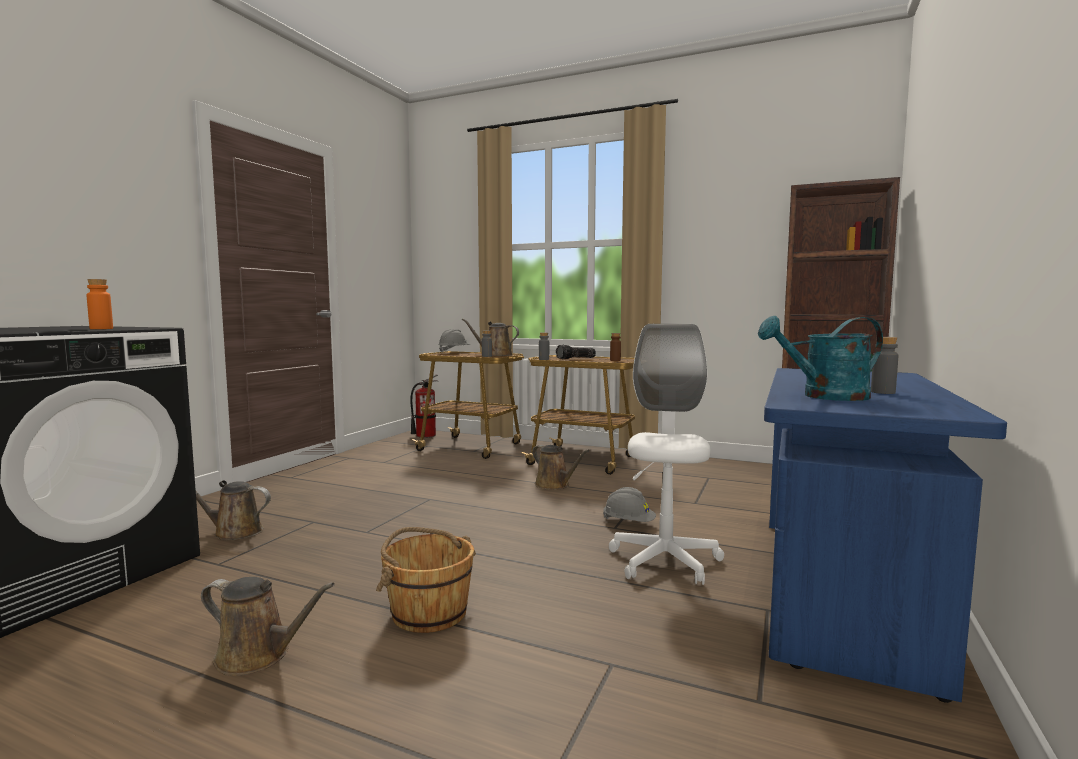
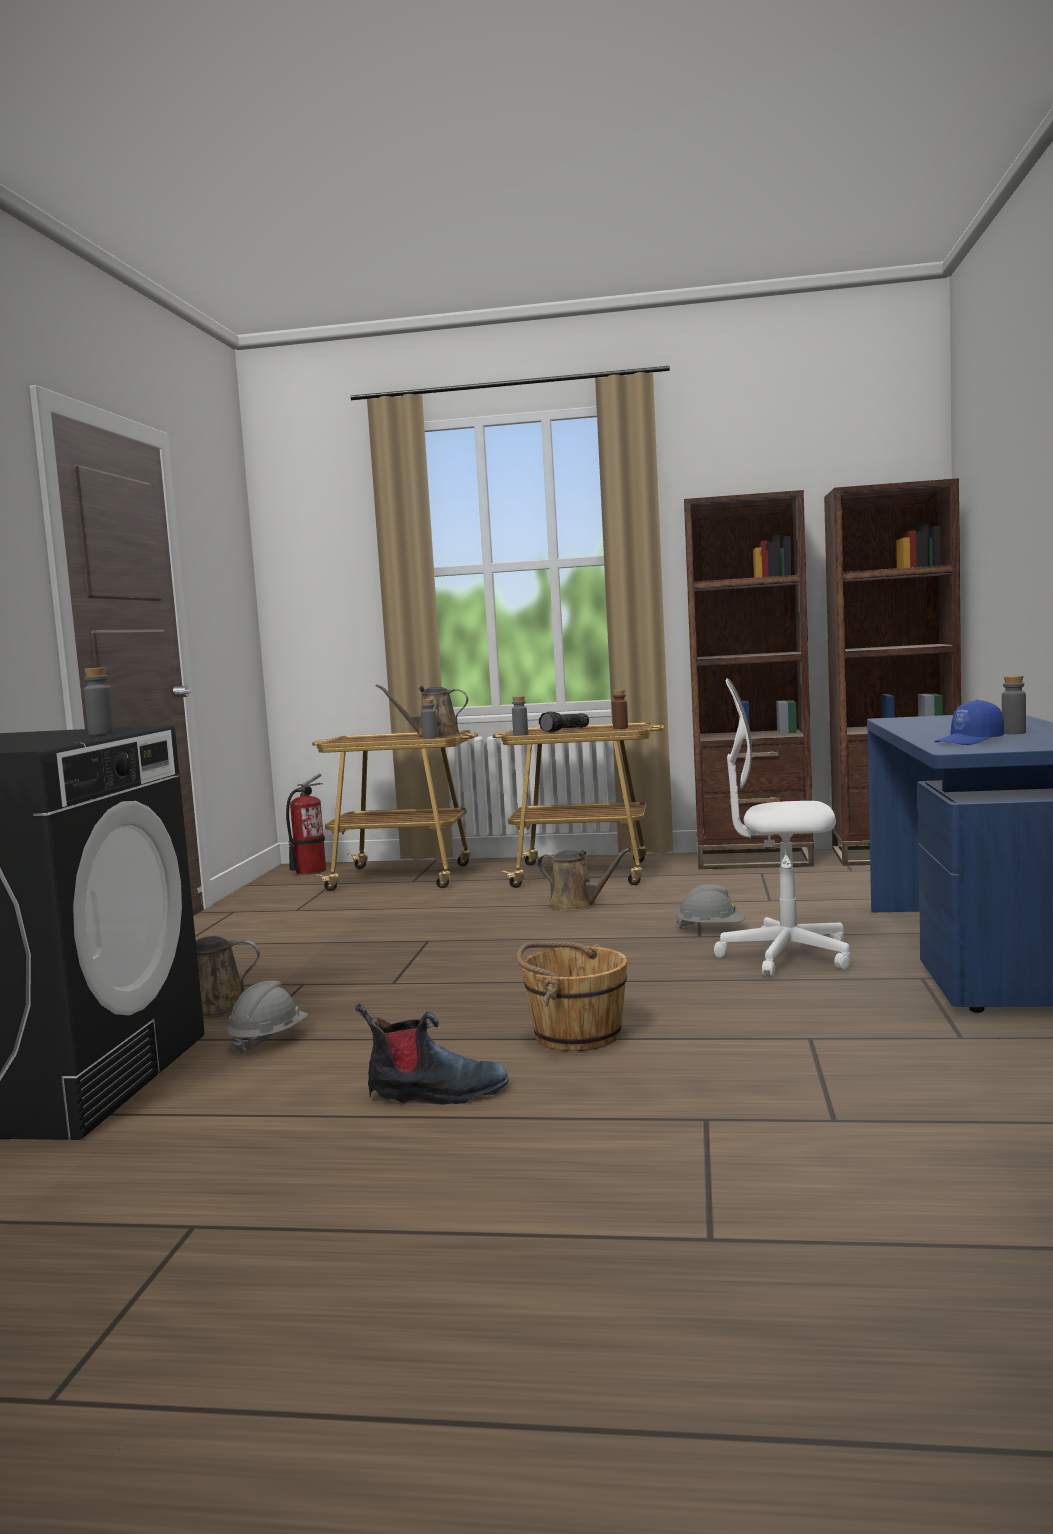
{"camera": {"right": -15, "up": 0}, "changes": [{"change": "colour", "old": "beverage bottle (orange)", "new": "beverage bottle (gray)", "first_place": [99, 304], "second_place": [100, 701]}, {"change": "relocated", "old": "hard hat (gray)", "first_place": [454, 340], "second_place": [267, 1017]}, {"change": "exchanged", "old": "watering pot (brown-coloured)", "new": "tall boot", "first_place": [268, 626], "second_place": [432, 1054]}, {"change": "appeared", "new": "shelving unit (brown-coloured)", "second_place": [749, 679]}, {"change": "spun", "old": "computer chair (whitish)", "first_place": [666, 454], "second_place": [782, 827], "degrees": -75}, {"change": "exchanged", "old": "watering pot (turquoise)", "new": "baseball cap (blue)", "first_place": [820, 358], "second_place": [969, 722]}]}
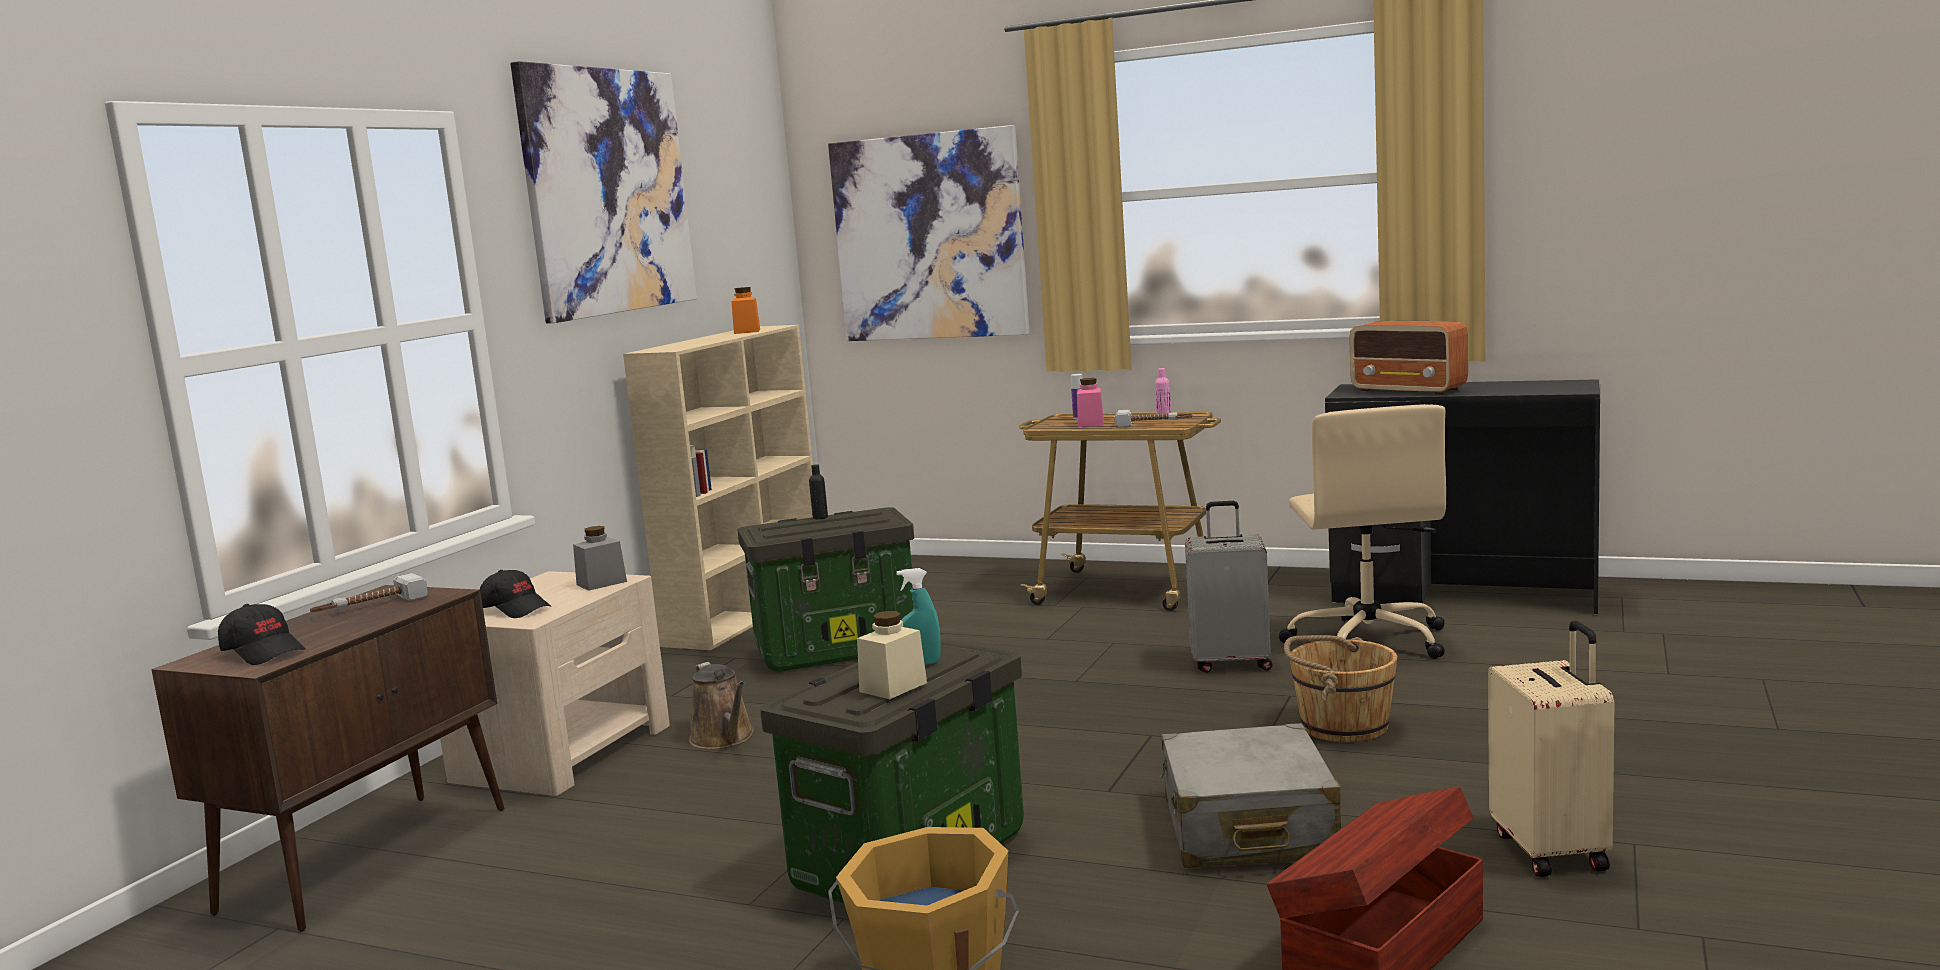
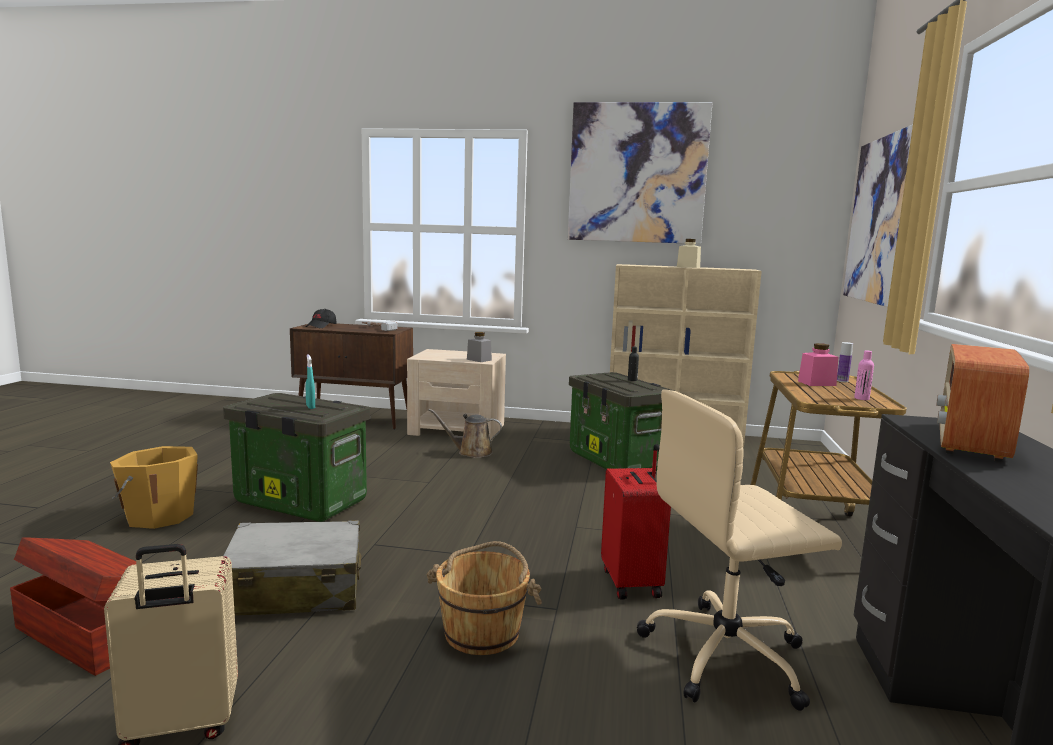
{"camera": {"right": 75, "up": 0}, "changes": [{"change": "spun", "old": "watering pot (brown-coloured)", "first_place": [721, 705], "second_place": [465, 433], "degrees": 45}, {"change": "colour", "old": "suitcase (gray)", "new": "suitcase (reddish)", "first_place": [1228, 587], "second_place": [636, 522]}, {"change": "relocated", "old": "preserve jar (sand-coloured)", "first_place": [892, 655], "second_place": [689, 253]}, {"change": "missing", "old": "baseball cap (black)", "first_place": [515, 594]}, {"change": "missing", "old": "preserve jar (orange)", "first_place": [745, 310]}, {"change": "missing", "old": "hammer", "first_place": [1153, 419]}]}
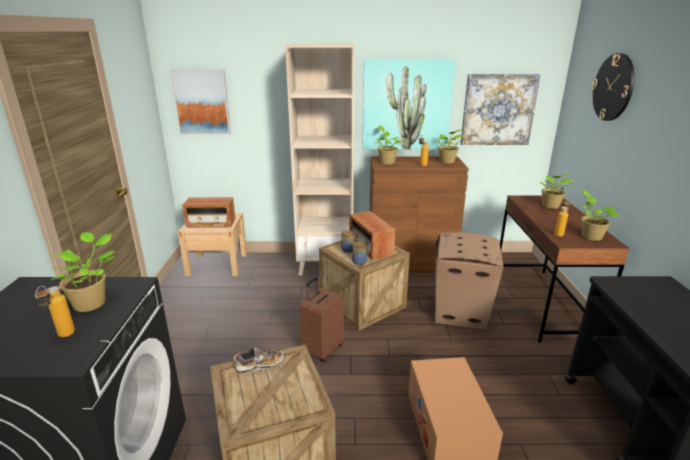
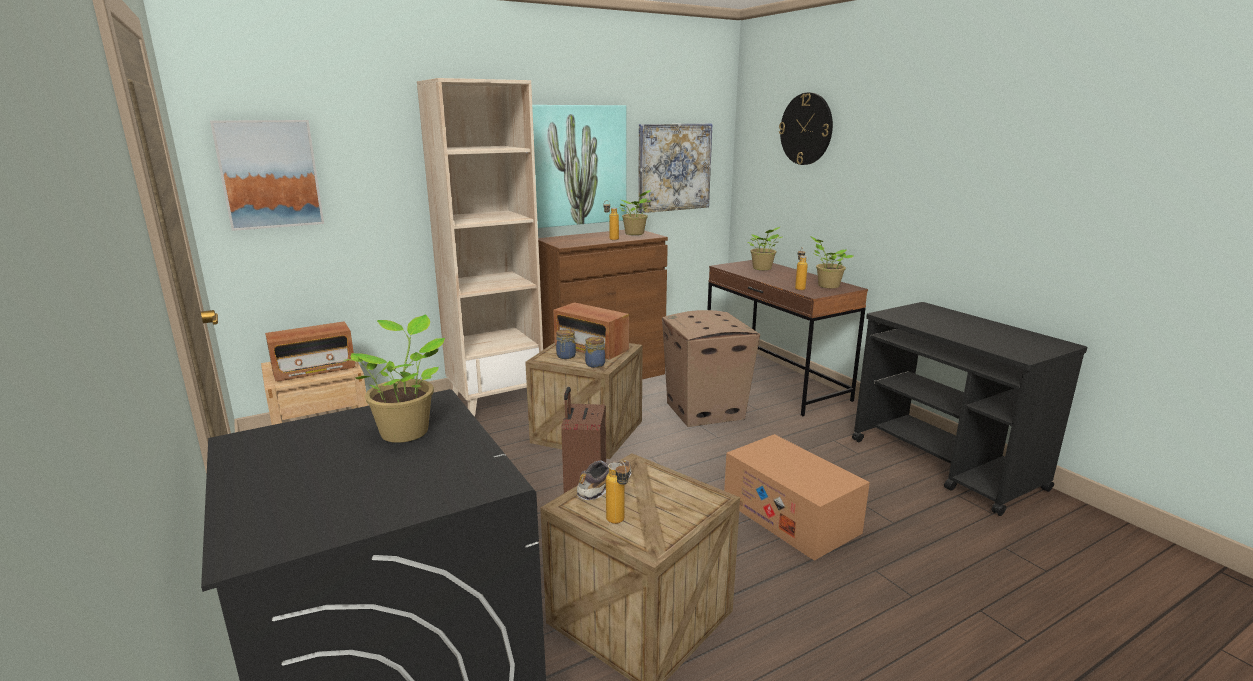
{"camera": {"right": -30, "up": -5}, "changes": [{"change": "relocated", "old": "beverage bottle", "first_place": [54, 311], "second_place": [618, 492]}, {"change": "missing", "old": "houseplant", "first_place": [388, 145]}]}
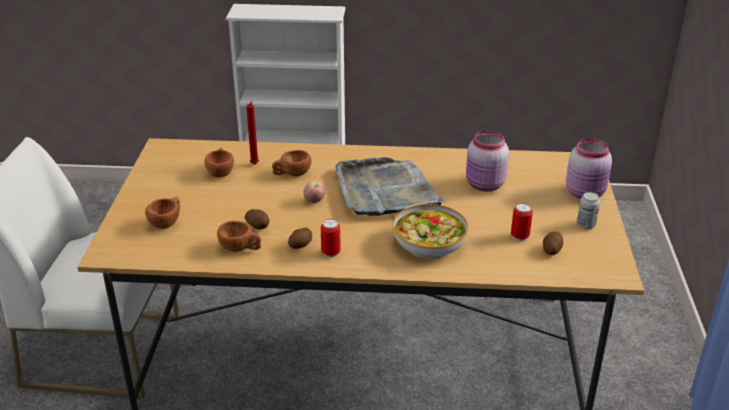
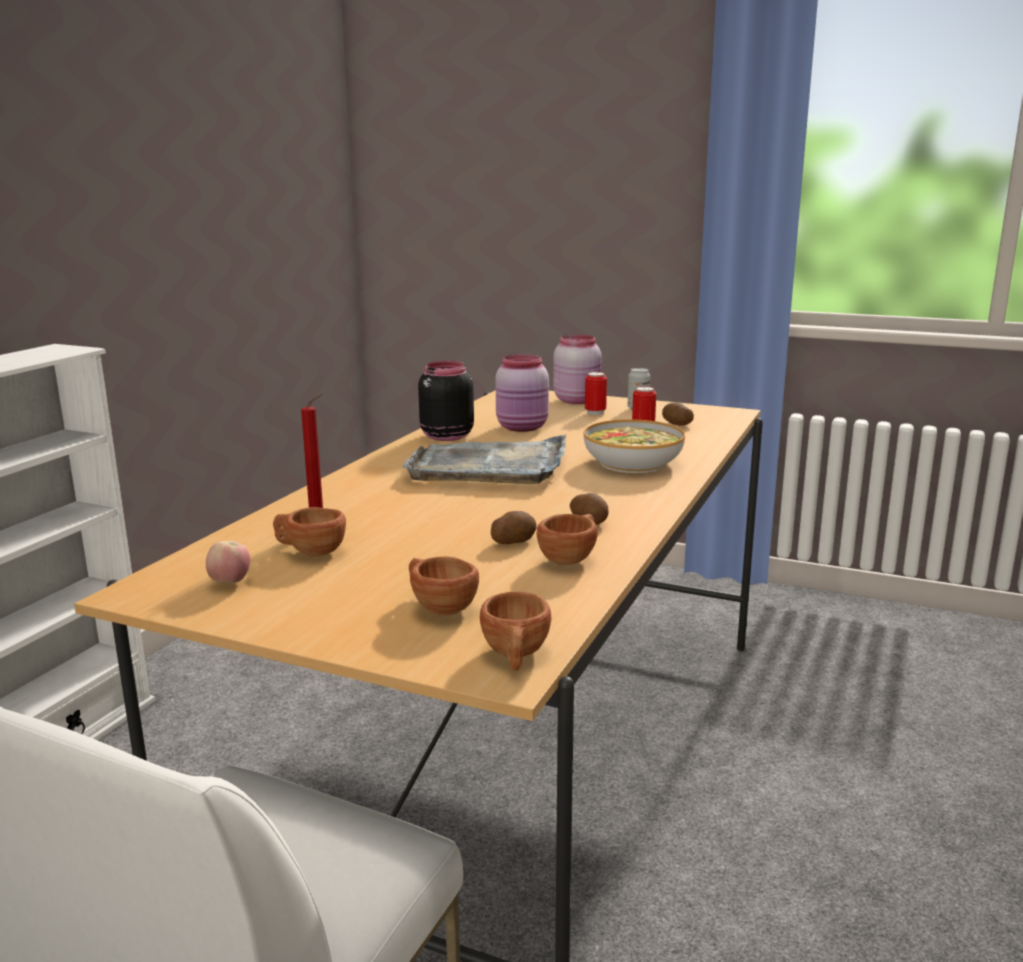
{"camera": {"right": -70, "up": -15}, "changes": [{"change": "relocated", "old": "apple fruit", "first_place": [314, 192], "second_place": [228, 562]}, {"change": "appeared", "new": "preserve jar (black)", "second_place": [446, 401]}, {"change": "relocated", "old": "cup (brown-coloured)", "first_place": [292, 163], "second_place": [515, 631]}, {"change": "relocated", "old": "metal can", "first_place": [331, 238], "second_place": [596, 393]}]}
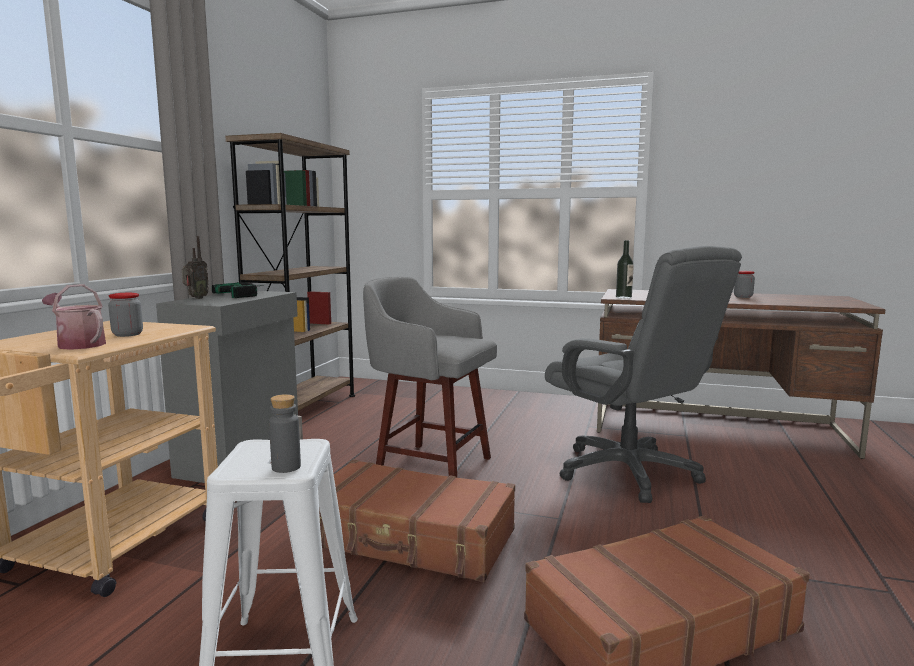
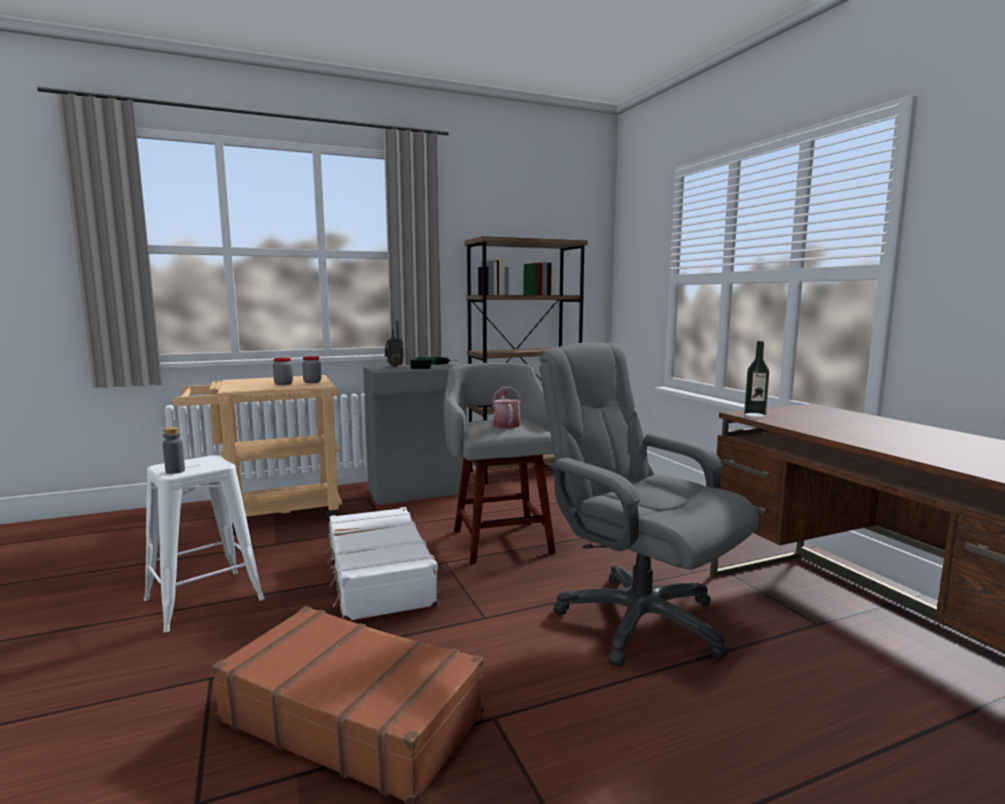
{"camera": {"right": 50, "up": 0}, "changes": [{"change": "relocated", "old": "preserve jar", "first_place": [744, 284], "second_place": [311, 369]}, {"change": "colour", "old": "suitcase (brown-coloured)", "new": "suitcase (whitish)", "first_place": [417, 520], "second_place": [381, 564]}, {"change": "relocated", "old": "watering pot", "first_place": [74, 317], "second_place": [507, 407]}, {"change": "spun", "old": "computer chair (gray)", "first_place": [643, 374], "second_place": [649, 505], "degrees": 120}]}
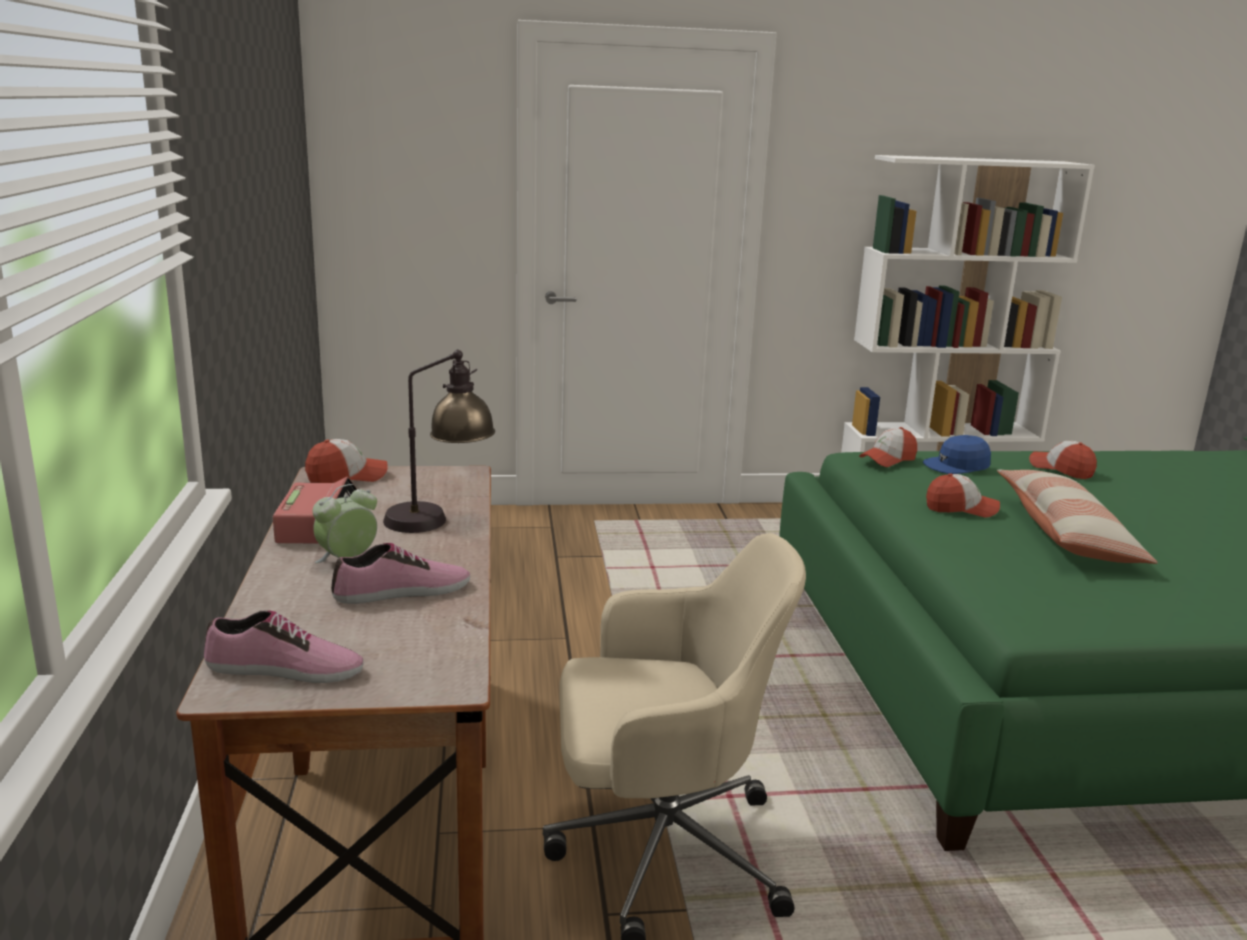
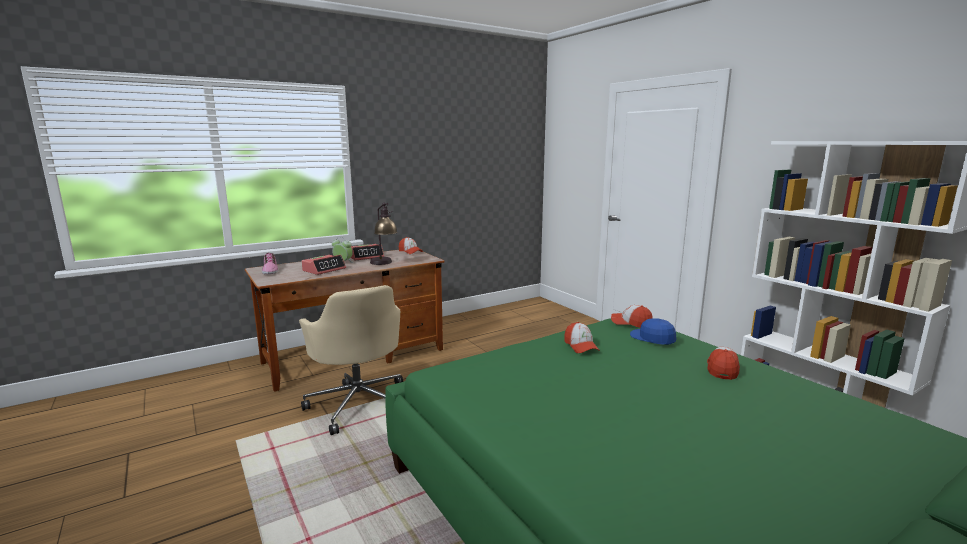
{"camera": {"right": 65, "up": -5}, "changes": [{"change": "exchanged", "old": "shoe", "new": "alarm clock", "first_place": [400, 573], "second_place": [324, 265]}, {"change": "missing", "old": "throw pillow", "first_place": [1077, 517]}]}
